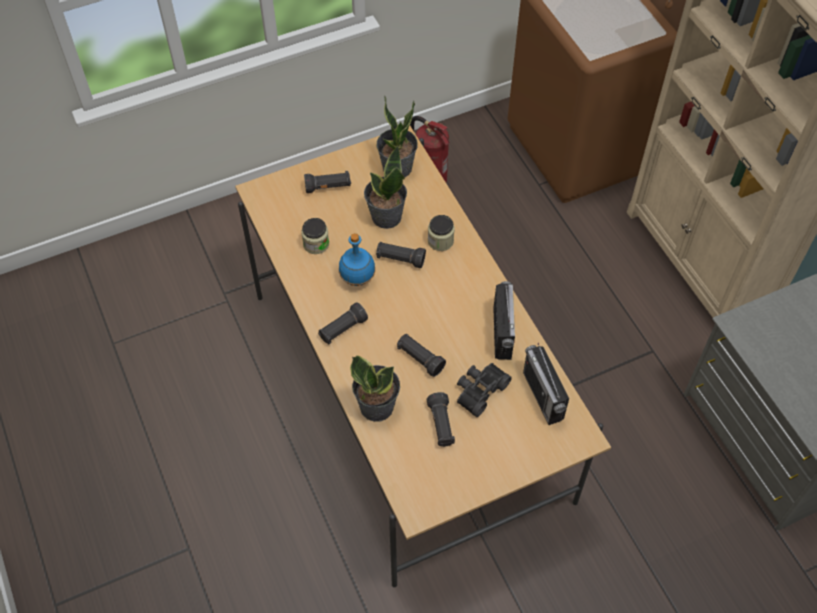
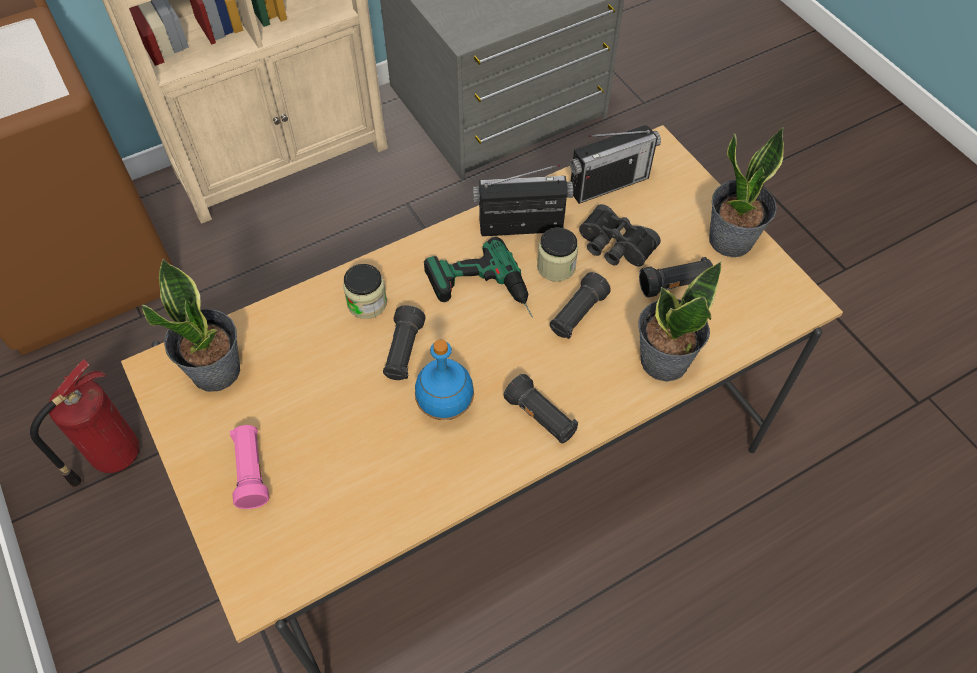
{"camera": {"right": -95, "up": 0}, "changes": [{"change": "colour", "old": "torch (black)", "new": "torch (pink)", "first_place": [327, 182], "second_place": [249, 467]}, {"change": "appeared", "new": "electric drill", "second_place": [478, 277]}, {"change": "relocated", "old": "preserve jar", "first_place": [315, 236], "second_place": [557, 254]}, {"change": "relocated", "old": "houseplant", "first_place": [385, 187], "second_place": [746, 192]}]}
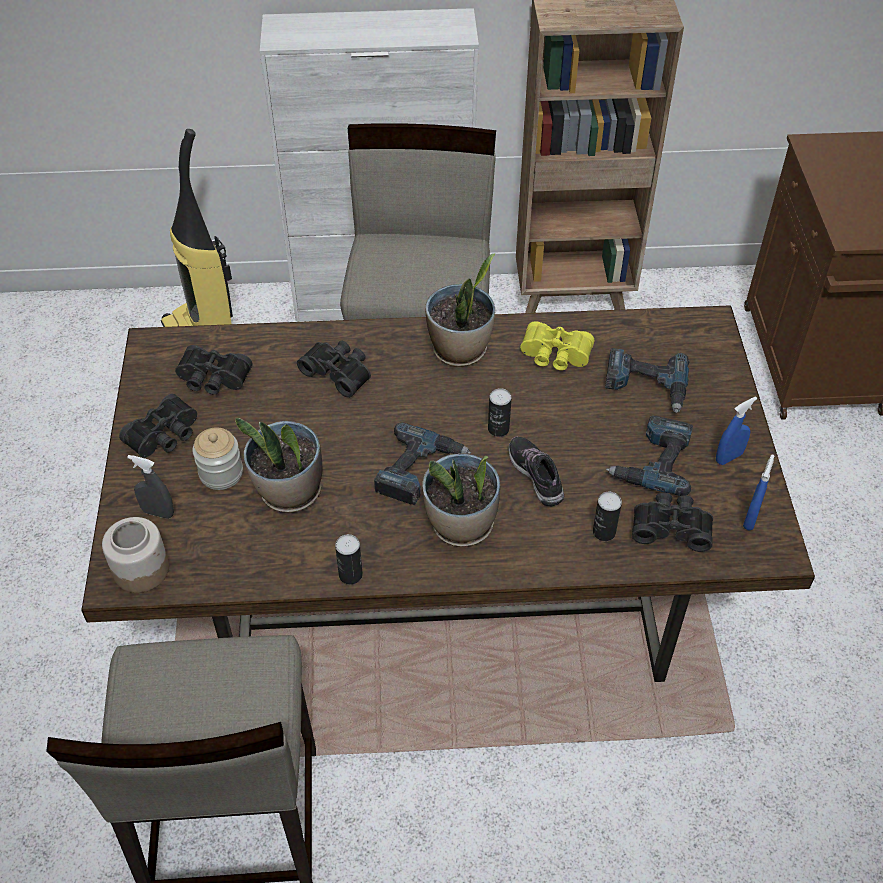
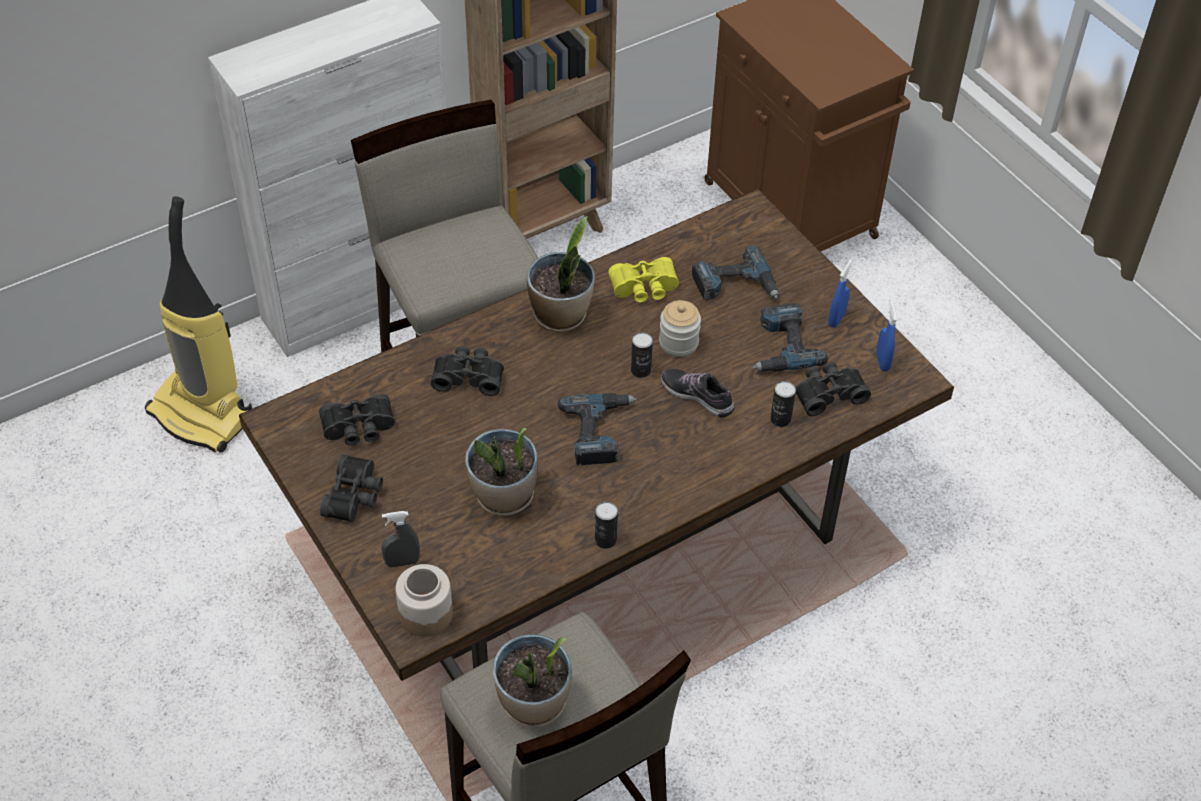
{"camera": {"right": -30, "up": 0}, "changes": [{"change": "relocated", "old": "houseplant", "first_place": [461, 500], "second_place": [532, 680]}, {"change": "relocated", "old": "preserve jar", "first_place": [217, 459], "second_place": [680, 328]}]}
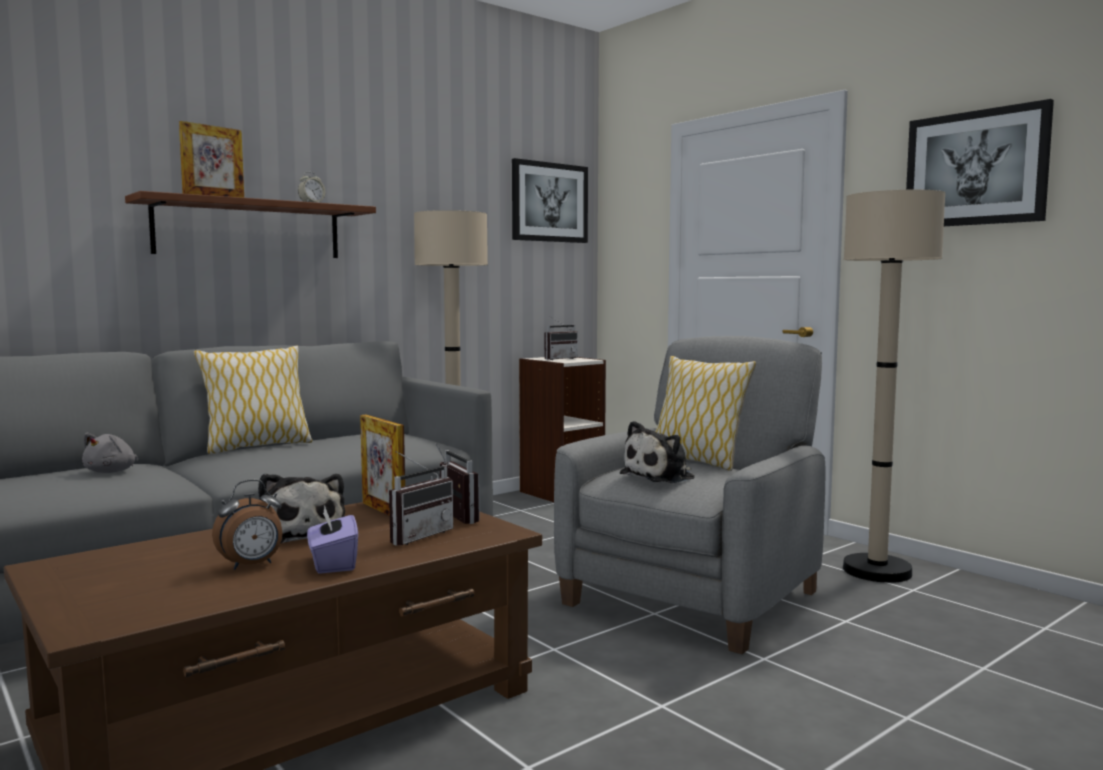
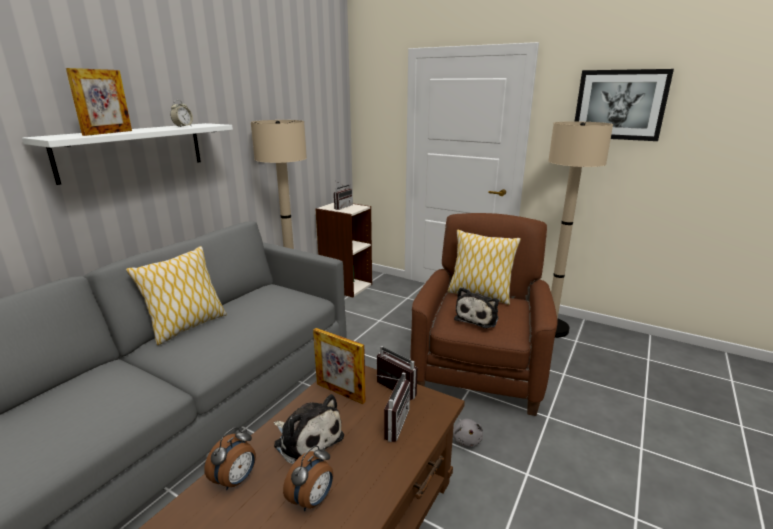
{"camera": {"right": -20, "up": 15}, "changes": [{"change": "colour", "old": "bracket shelf (brown-coloured)", "new": "bracket shelf (whitish)", "first_place": [250, 224], "second_place": [127, 154]}, {"change": "appeared", "new": "alarm clock", "second_place": [230, 458]}, {"change": "colour", "old": "lounge chair (gray)", "new": "lounge chair (brown-coloured)", "first_place": [689, 495], "second_place": [484, 314]}, {"change": "relocated", "old": "cuddly toy (gray)", "first_place": [110, 453], "second_place": [468, 433]}, {"change": "missing", "old": "tissue box (purple-coloured)", "first_place": [332, 539]}, {"change": "missing", "old": "wall art", "first_place": [550, 200]}]}
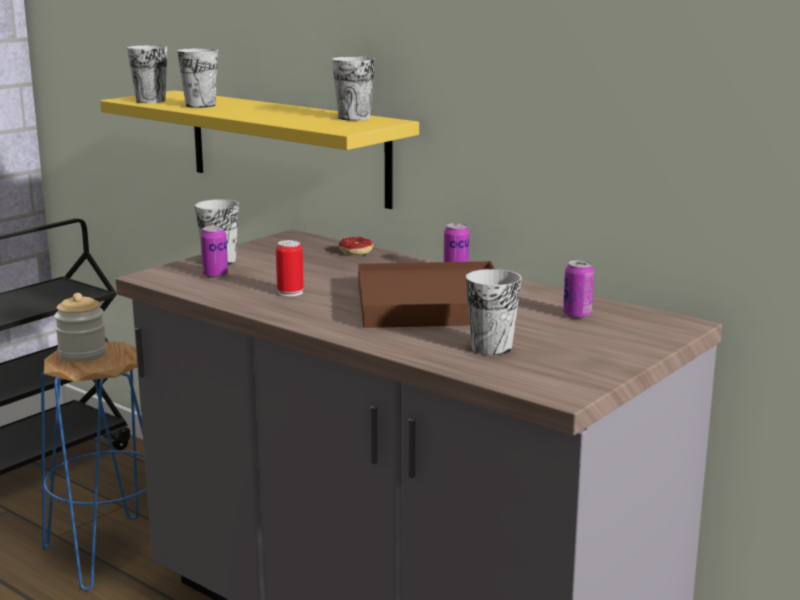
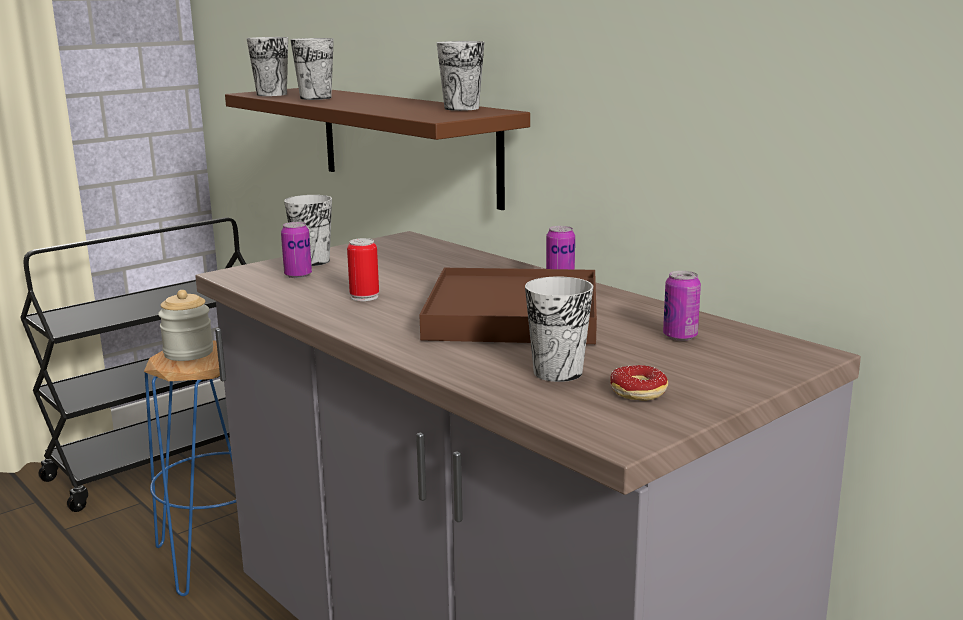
{"camera": {"right": 10, "up": 0}, "changes": [{"change": "colour", "old": "bracket shelf (yellow-coloured)", "new": "bracket shelf (brown-coloured)", "first_place": [259, 149], "second_place": [377, 149]}, {"change": "relocated", "old": "ring doughnut", "first_place": [356, 246], "second_place": [639, 382]}]}
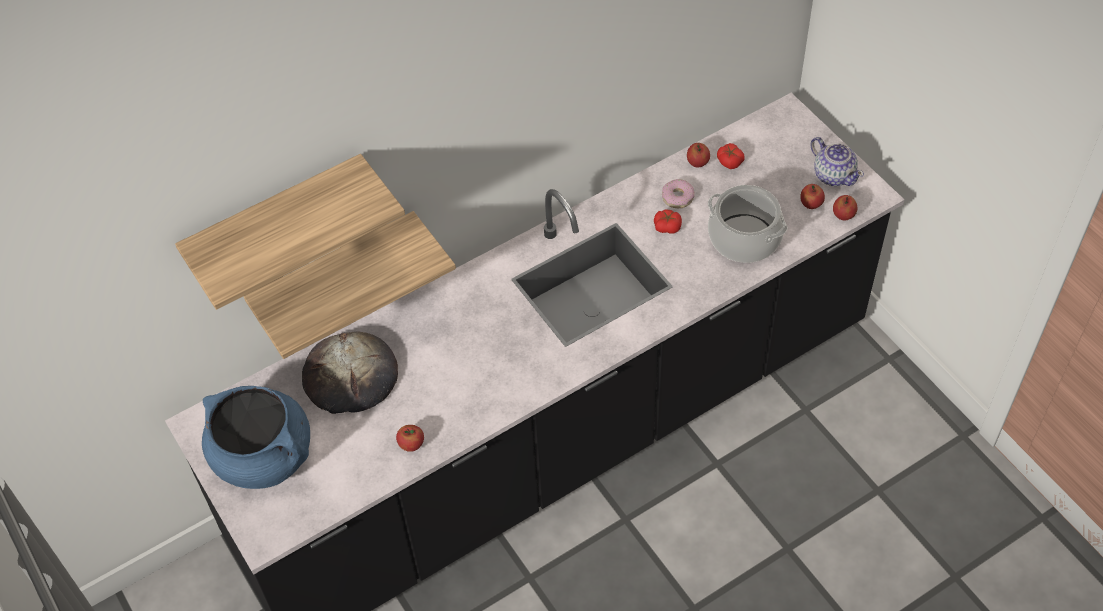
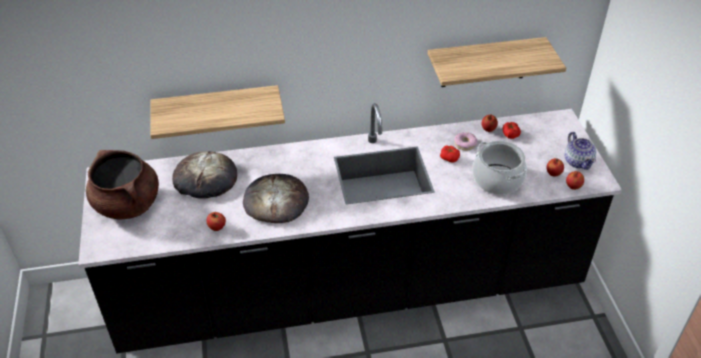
{"camera": {"right": 20, "up": -10}, "changes": [{"change": "colour", "old": "cooking pot (blue)", "new": "cooking pot (brown-coloured)", "first_place": [256, 437], "second_place": [122, 185]}, {"change": "appeared", "new": "baked bread", "second_place": [276, 198]}, {"change": "relocated", "old": "bracket shelf", "first_place": [290, 232], "second_place": [497, 62]}]}
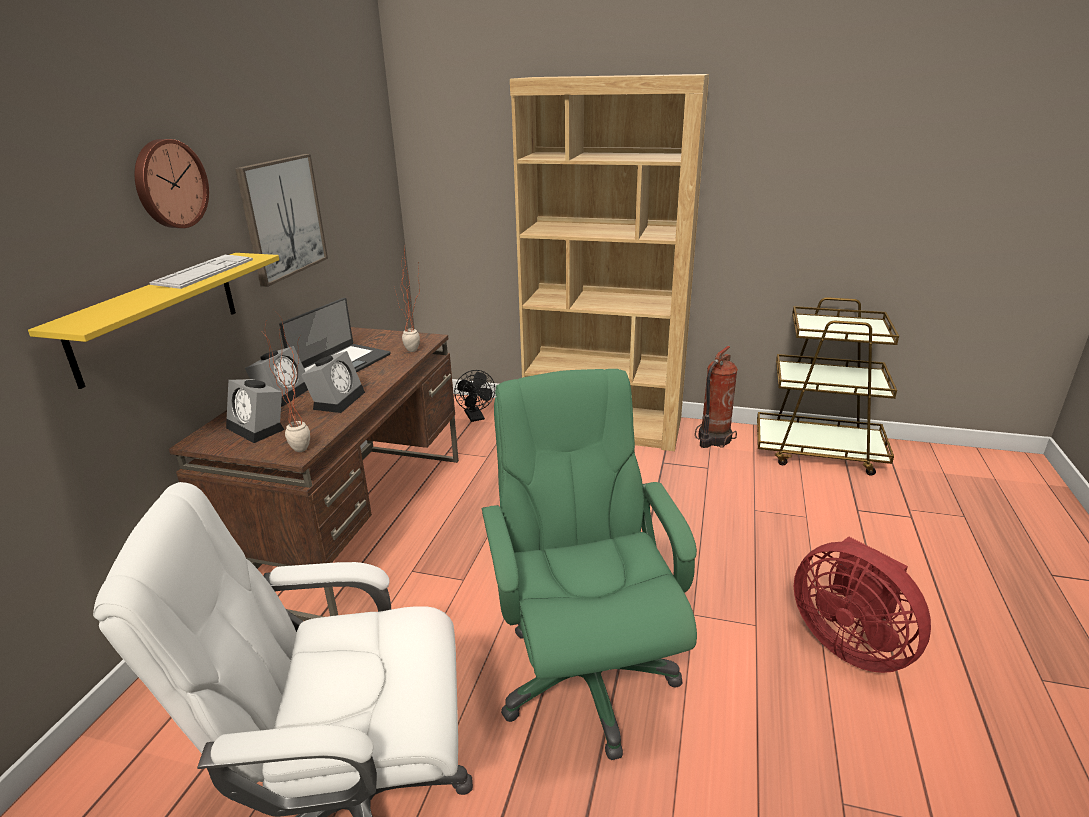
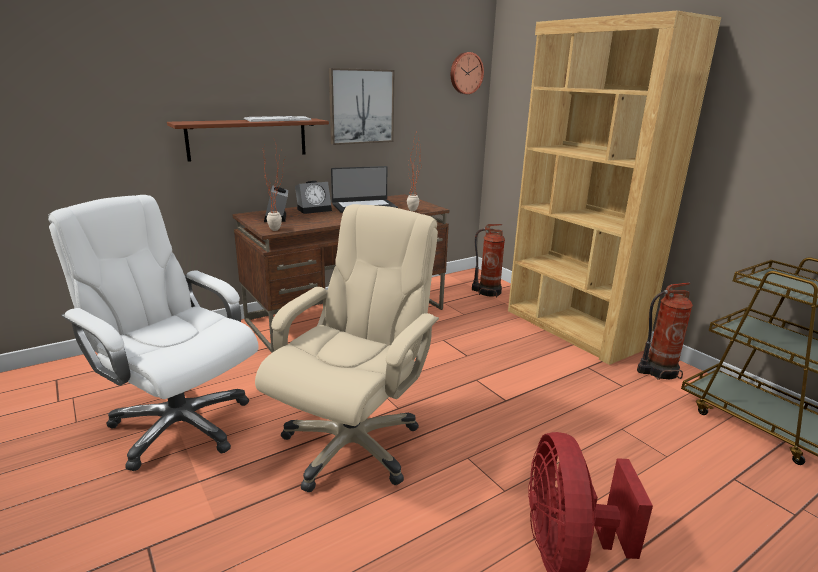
{"camera": {"right": 40, "up": -5}, "changes": [{"change": "colour", "old": "bracket shelf (yellow-coloured)", "new": "bracket shelf (brown-coloured)", "first_place": [153, 321], "second_place": [248, 140]}, {"change": "colour", "old": "computer chair (greenish)", "new": "computer chair (sand-coloured)", "first_place": [589, 564], "second_place": [347, 348]}, {"change": "relocated", "old": "clock on the wall", "first_place": [172, 183], "second_place": [467, 73]}, {"change": "exchanged", "old": "cooling fan (black)", "new": "extinguisher", "first_place": [474, 396], "second_place": [488, 261]}, {"change": "missing", "old": "alarm clock", "first_place": [333, 382]}]}
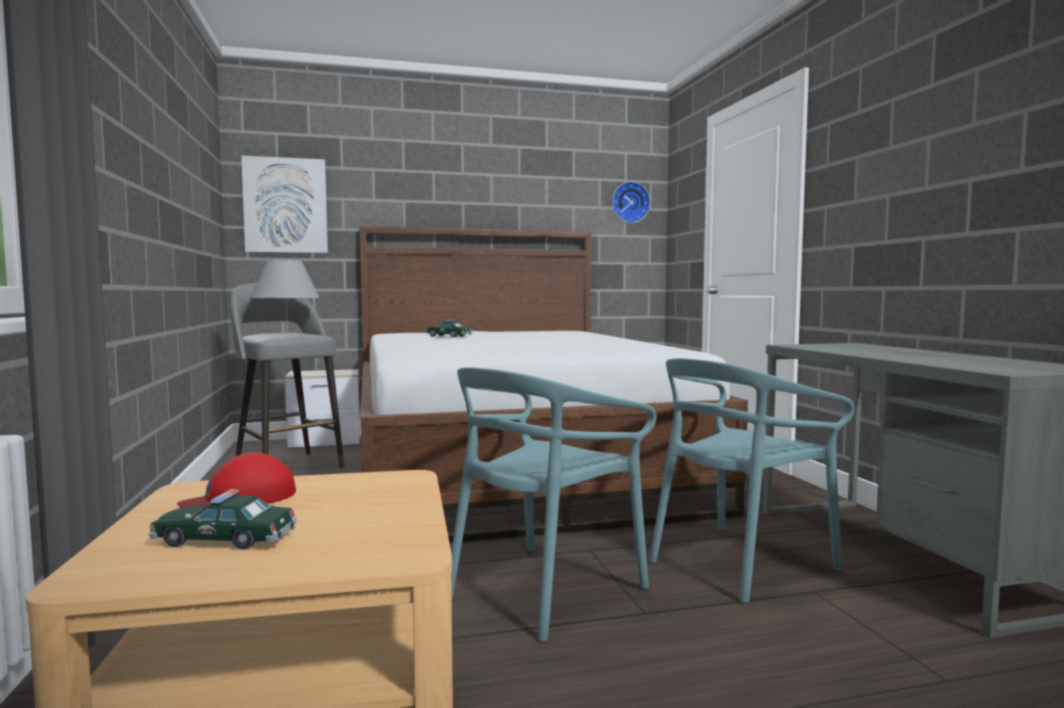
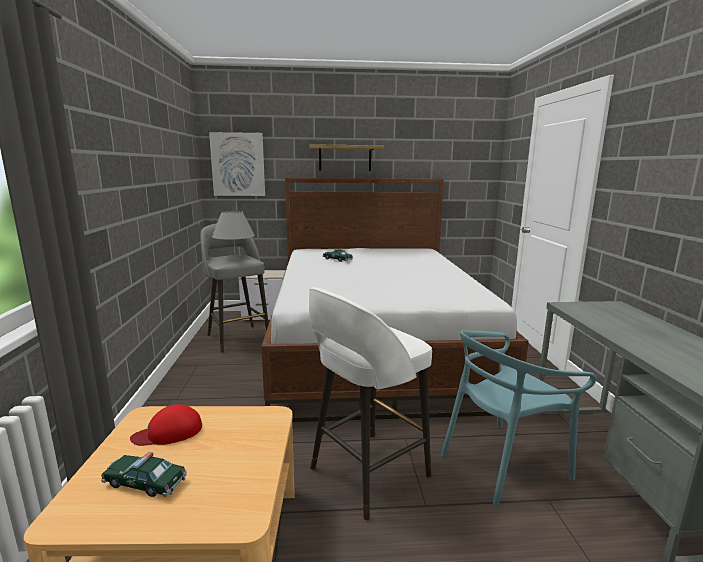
{"camera": {"right": 10, "up": 10}, "changes": [{"change": "appeared", "new": "bracket shelf", "second_place": [346, 157]}, {"change": "exchanged", "old": "upright chair (turquoise)", "new": "sitting stool (whitish)", "first_place": [554, 504], "second_place": [370, 404]}, {"change": "missing", "old": "clock on the wall", "first_place": [631, 202]}]}
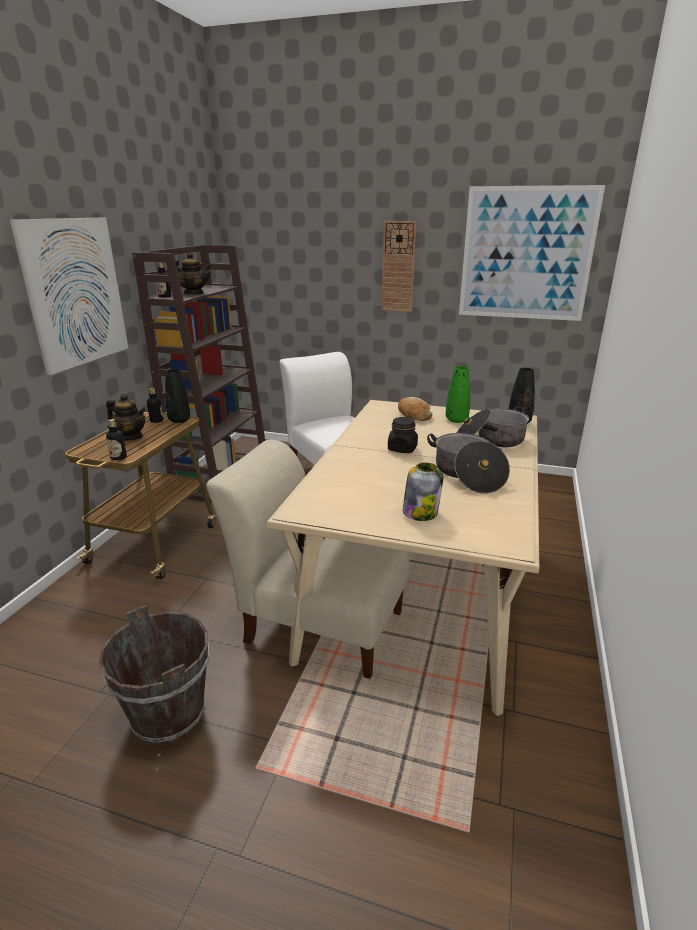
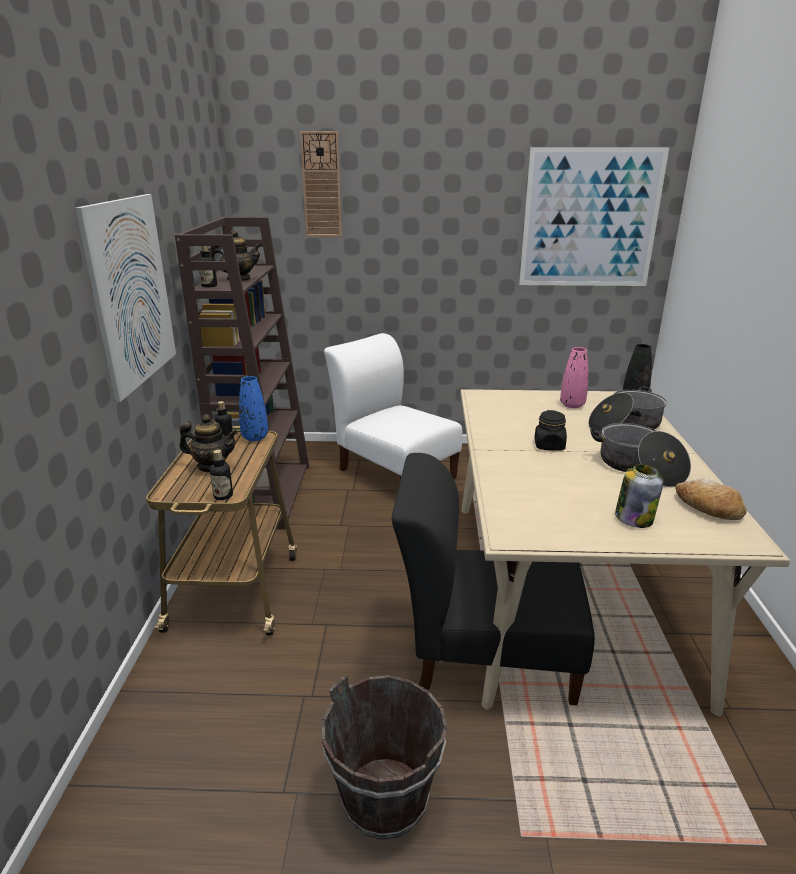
{"camera": {"right": -15, "up": 0}, "changes": [{"change": "colour", "old": "vase (black)", "new": "vase (blue)", "first_place": [177, 396], "second_place": [253, 408]}, {"change": "relocated", "old": "clock on the wall", "first_place": [399, 266], "second_place": [321, 184]}, {"change": "colour", "old": "upright chair (sand-coloured)", "new": "upright chair (black)", "first_place": [307, 559], "second_place": [493, 579]}, {"change": "colour", "old": "vase (greenish)", "new": "vase (pink)", "first_place": [458, 394], "second_place": [574, 377]}, {"change": "relocated", "old": "baked bread", "first_place": [415, 409], "second_place": [711, 499]}]}
